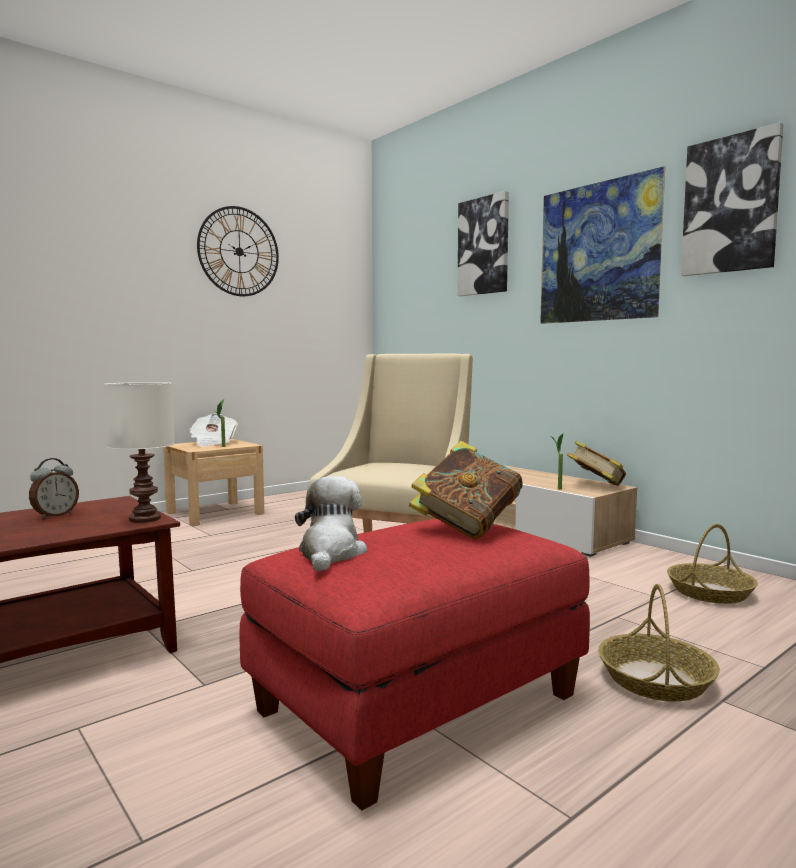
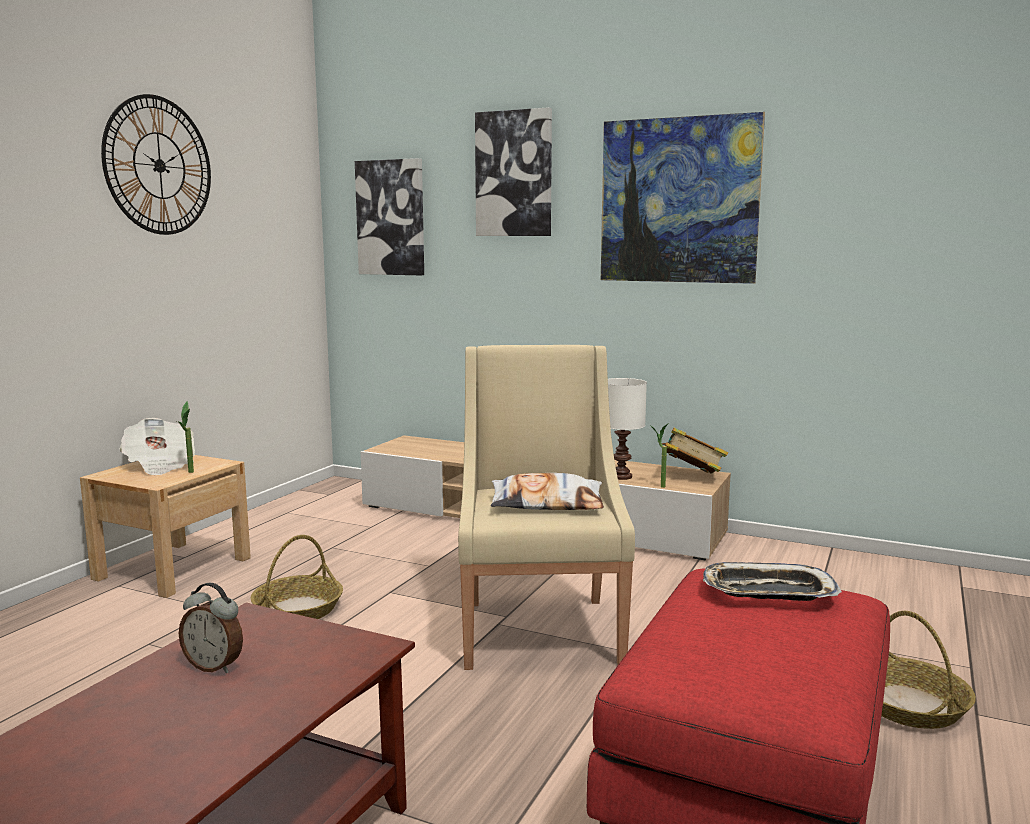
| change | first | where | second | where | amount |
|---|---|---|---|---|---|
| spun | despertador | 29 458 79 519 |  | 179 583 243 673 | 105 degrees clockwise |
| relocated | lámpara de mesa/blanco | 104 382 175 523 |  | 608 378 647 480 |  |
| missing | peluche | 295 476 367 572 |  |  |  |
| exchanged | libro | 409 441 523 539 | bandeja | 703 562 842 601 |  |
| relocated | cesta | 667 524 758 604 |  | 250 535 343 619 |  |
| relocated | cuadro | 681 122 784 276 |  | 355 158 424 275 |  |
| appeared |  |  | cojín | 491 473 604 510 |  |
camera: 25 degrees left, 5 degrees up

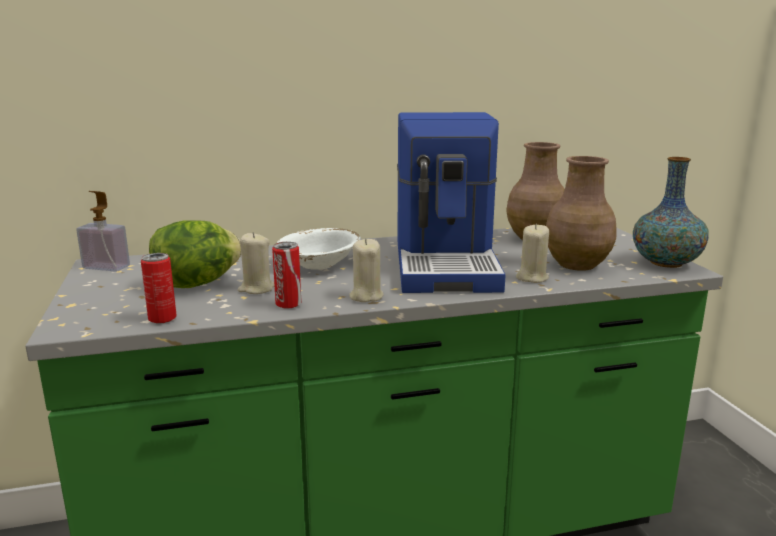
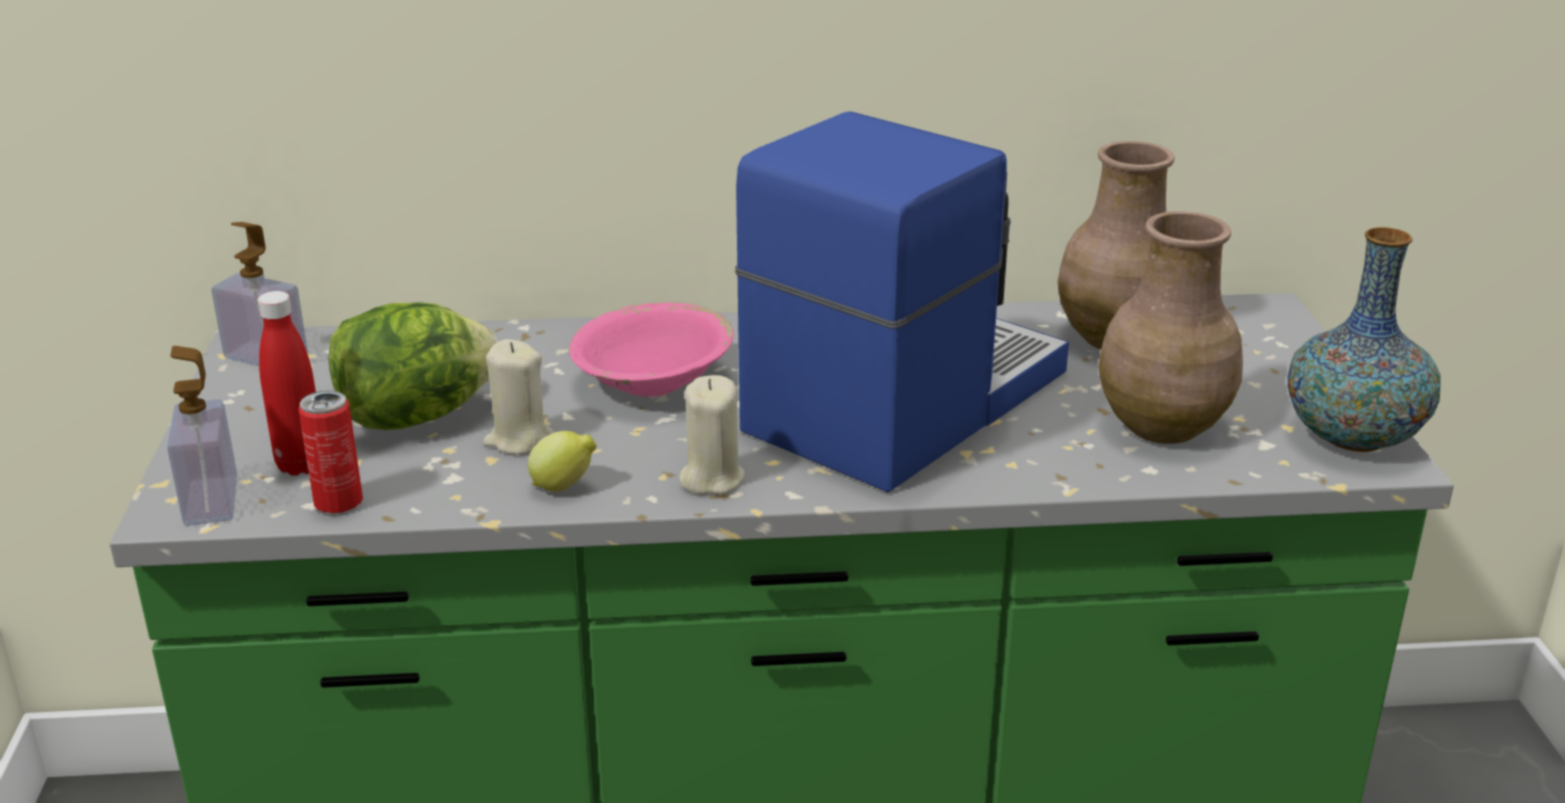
| change | first | where | second | where | amount |
|---|---|---|---|---|---|
| exchanged | lata | 272 242 301 308 | limón | 528 431 597 492 |  |
| colour | cuenco/blanco | 277 228 361 270 | cuenco/rosa | 569 302 734 397 |  |
| spun | cafetera | 397 112 505 293 |  | 735 111 1069 492 | 150 degrees counterclockwise |
| missing | vela/beis | 516 224 549 283 |  |  |  |
| appeared |  |  | dispensador de jabón | 167 346 237 526 |  |
| appeared |  |  | botella/rojo | 257 291 316 476 |  |
camera: 10 degrees right, 10 degrees up

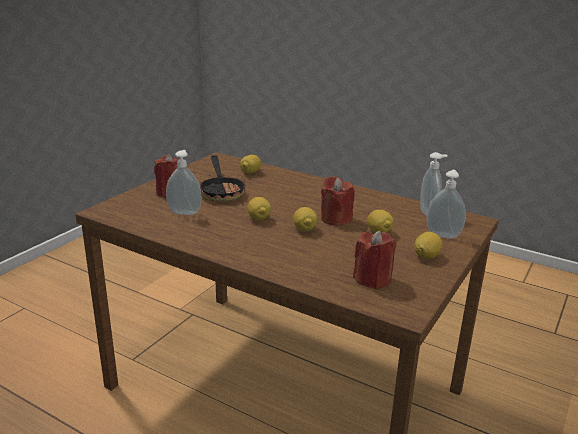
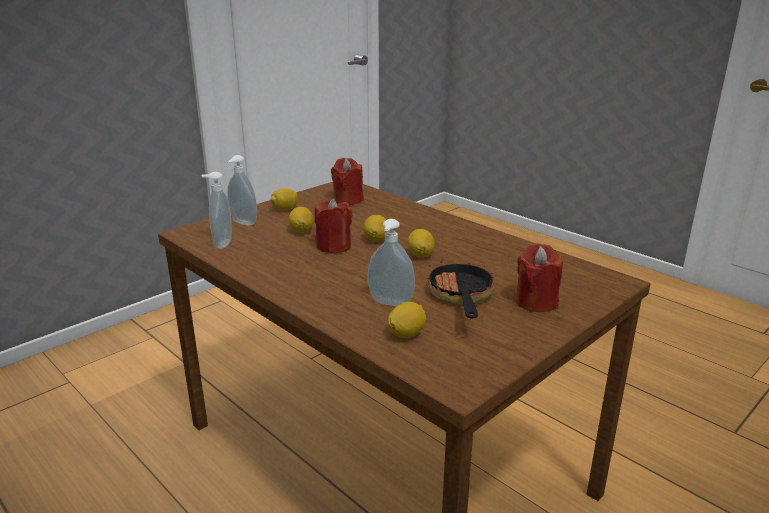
| change | first | where | second | where | amount |
|---|---|---|---|---|---|
| relocated | dispensador de jabón | 166 150 202 215 |  | 368 219 415 306 |  |
camera: 165 degrees left, 0 degrees up

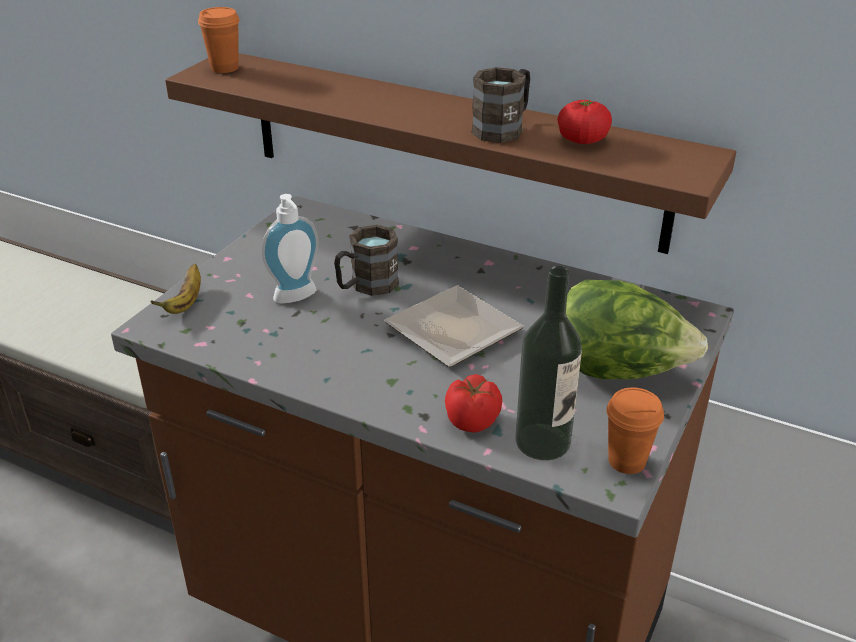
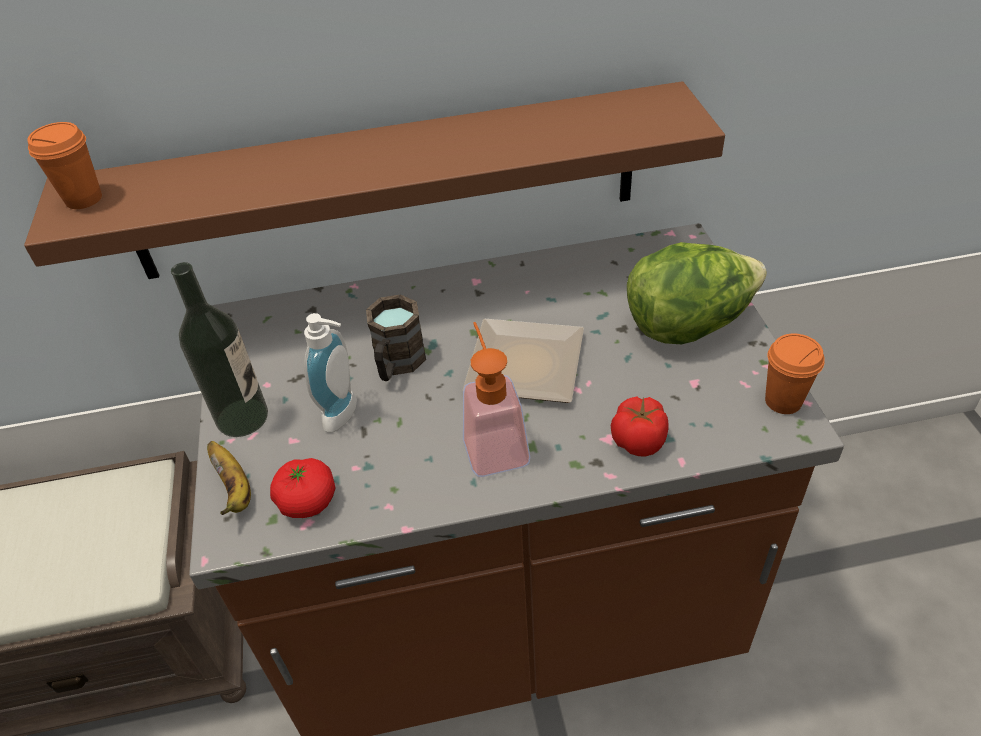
| change | first | where | second | where | amount |
|---|---|---|---|---|---|
| missing | taza grande/marrón | 471 67 530 143 |  |  |  |
| relocated | botella | 515 266 582 460 |  | 171 262 268 437 |  |
| relocated | tomate | 558 100 612 144 |  | 270 458 335 518 |  |
| appeared |  |  | dispensador de jabón | 463 322 530 477 |  |
camera: 35 degrees left, 10 degrees up

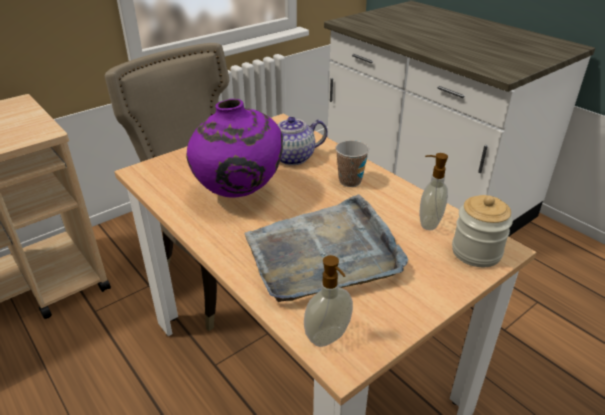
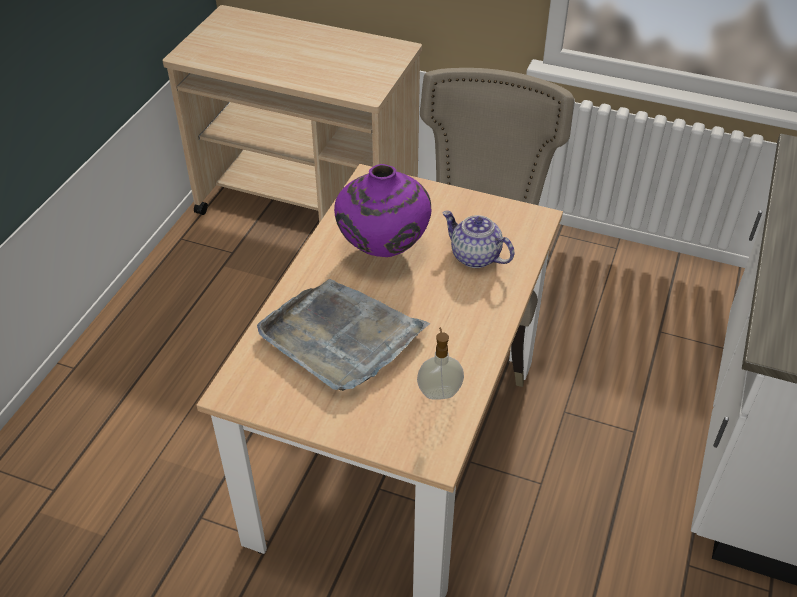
| change | first | where | second | where | amount |
|---|---|---|---|---|---|
| missing | dispensador de jabón | 304 255 353 347 |  |  |  |
| missing | taza | 335 140 369 187 |  |  |  |
| missing | tarro | 452 195 513 267 |  |  |  |
camera: 60 degrees right, 10 degrees up

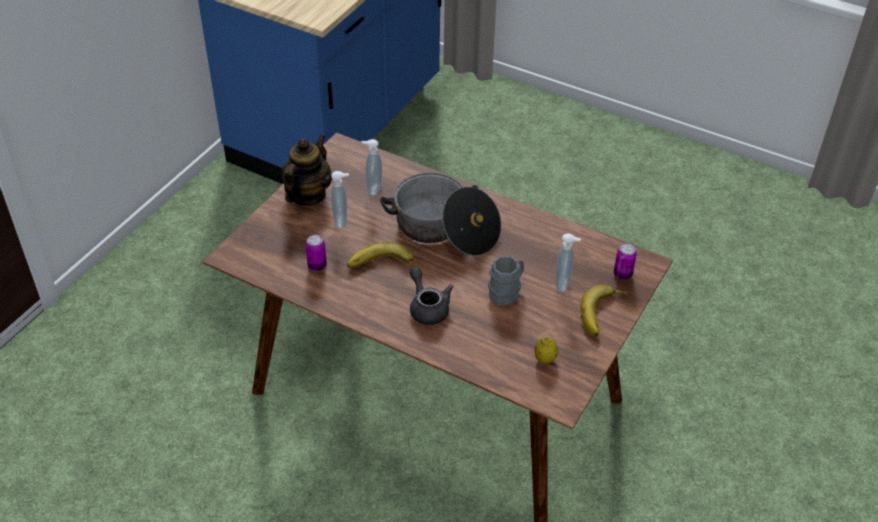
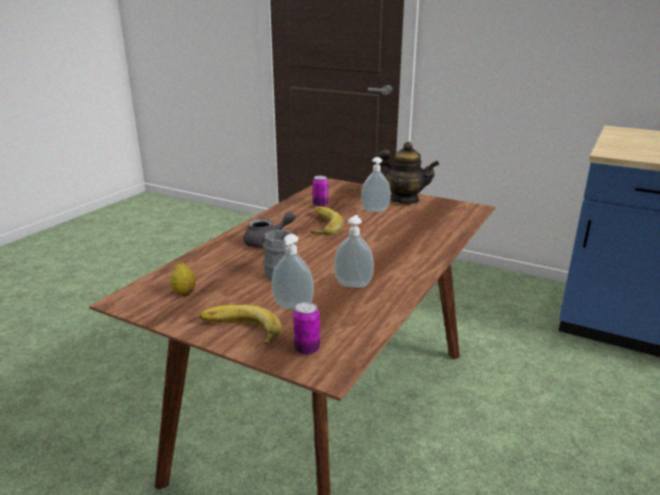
| change | first | where | second | where | amount |
|---|---|---|---|---|---|
| relocated | dispensador de jabón | 362 139 382 196 |  | 334 215 374 288 |  |
| missing | olla | 380 173 501 256 |  |  |  |
camera: 90 degrees right, 20 degrees down

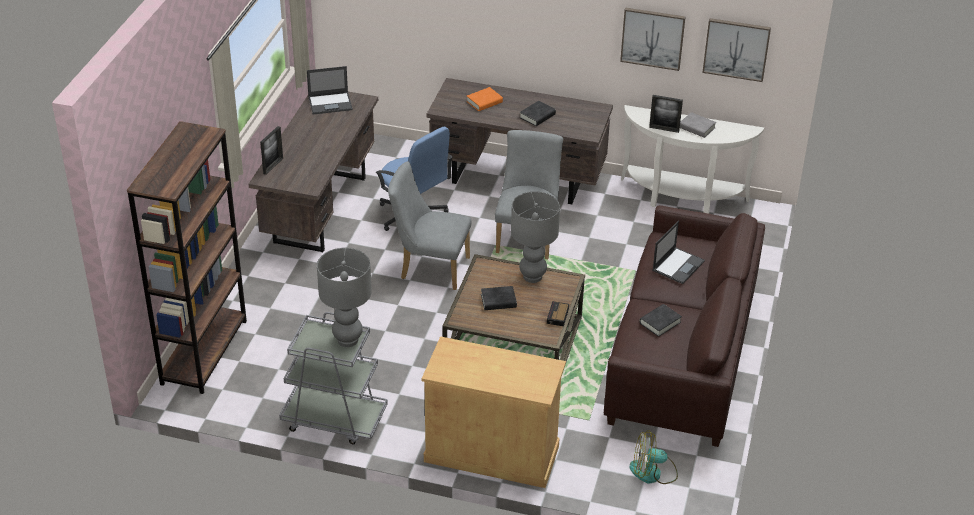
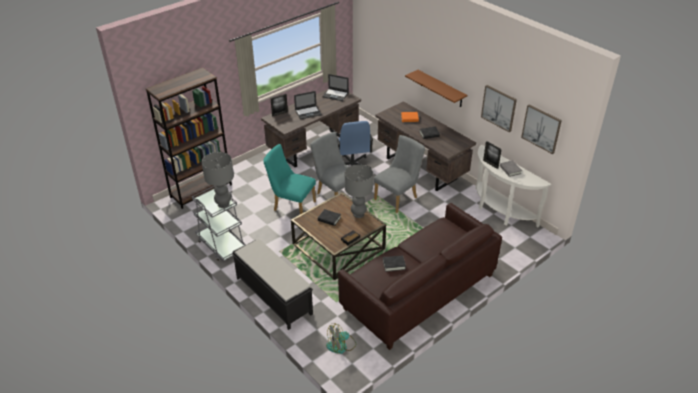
| change | first | where | second | where | amount |
|---|---|---|---|---|---|
| exchanged | armario/beis | 422 336 566 488 | banco/negro | 232 239 313 330 |  |
| spun | ventilador | 629 430 678 484 |  | 326 323 356 354 | 60 degrees counterclockwise |
| relocated | portátil | 652 221 705 284 |  | 294 91 322 120 |  |
| appeared |  |  | silla/turquesa | 263 144 316 214 |  |
| appeared |  |  | estante/marrón | 405 70 468 107 |  |
camera: 35 degrees right, 0 degrees up

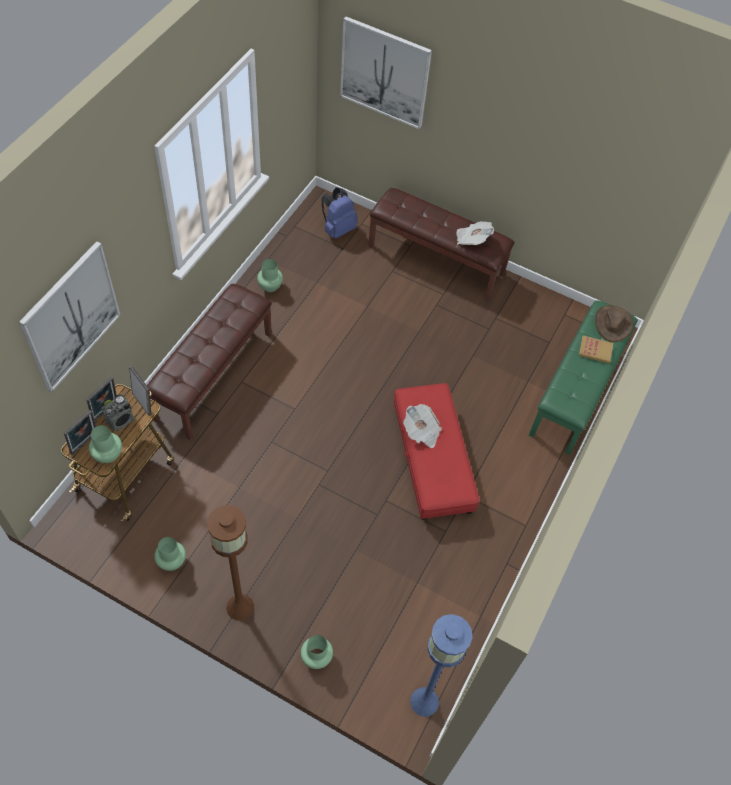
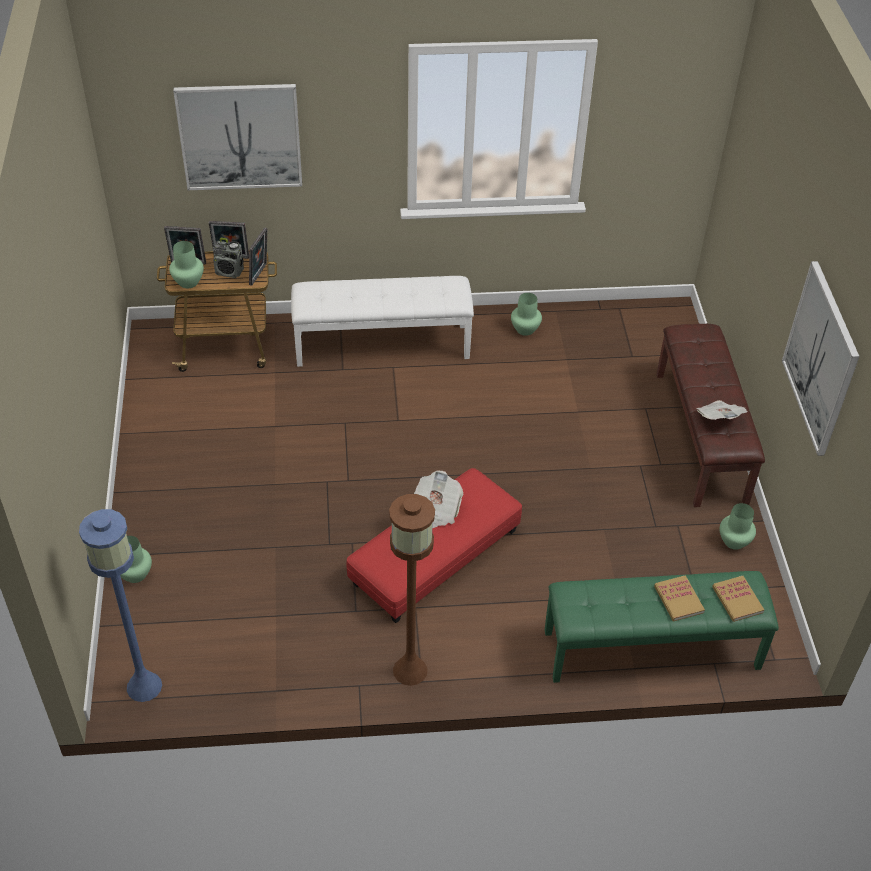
| change | first | where | second | where | amount |
|---|---|---|---|---|---|
| colour | banco/marrón | 147 284 272 440 | banco/blanco | 291 276 474 367 |  |
| relocated | florero/verde | 154 537 186 571 |  | 720 503 756 550 |  |
| relocated | lámpara de pie/marrón | 207 505 254 621 |  | 389 494 435 686 |  |
| missing | mochila/azul | 321 188 358 239 |  |  |  |
| relocated | cuadro | 340 16 432 130 |  | 782 261 859 456 |  |
| exchanged | sombrero/marrón | 595 305 633 342 | libro | 712 576 764 622 |  |
camera: 60 degrees right, 10 degrees down

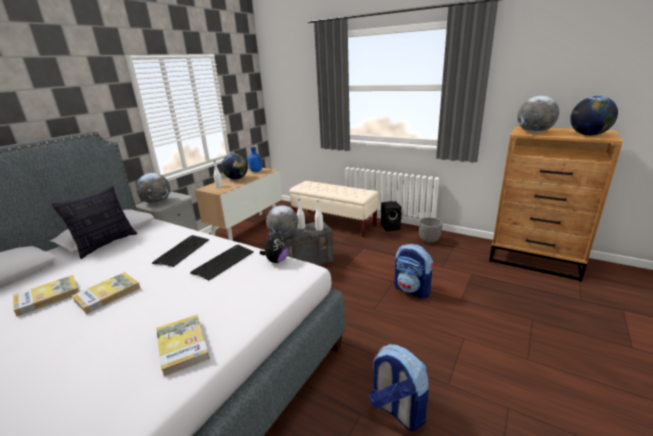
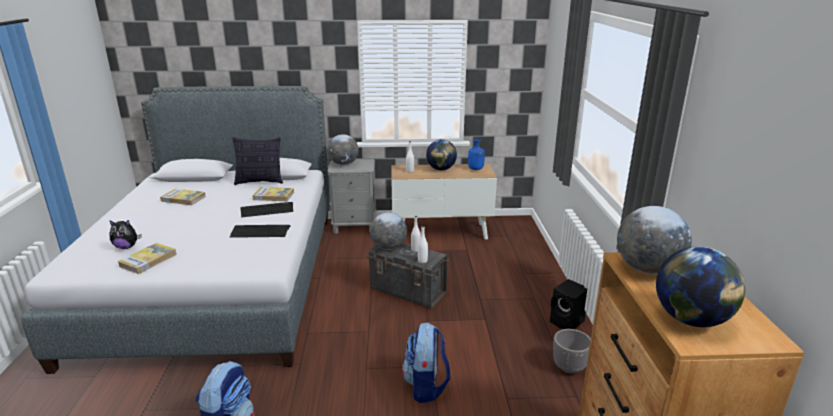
| change | first | where | second | where | amount |
|---|---|---|---|---|---|
| relocated | libro | 71 272 140 314 |  | 252 187 294 201 |  |
| relocated | peluche | 260 229 288 263 |  | 109 220 142 249 |  |
| missing | banco/beis | 290 181 379 237 |  |  |  |
camera: 55 degrees right, 0 degrees up

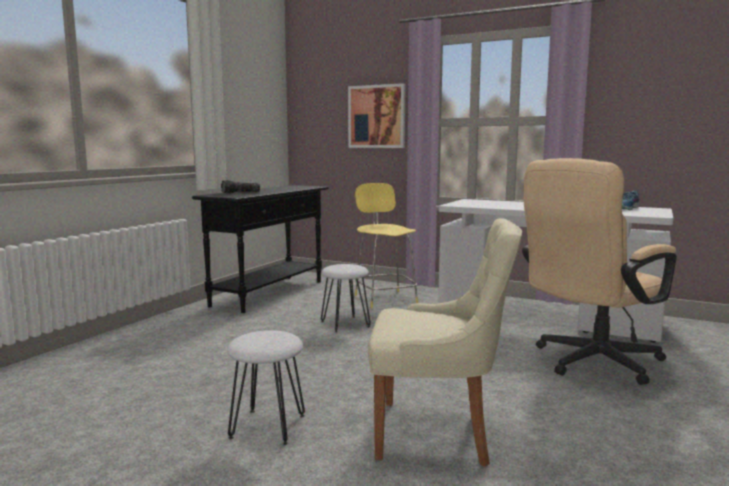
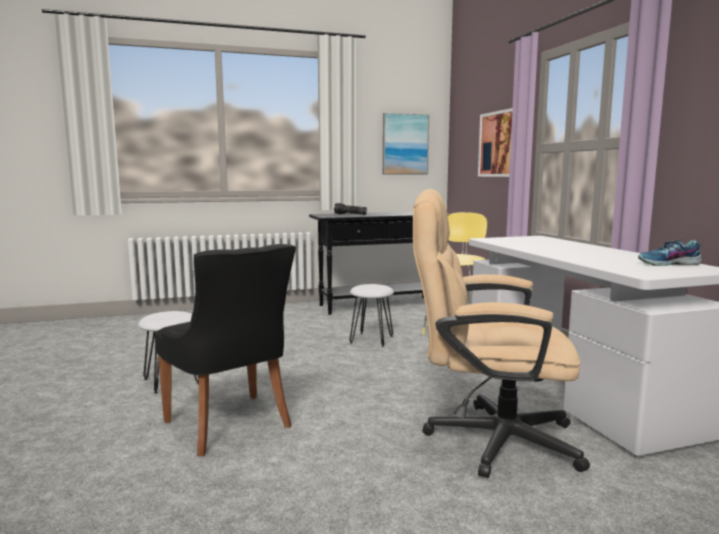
| change | first | where | second | where | amount |
|---|---|---|---|---|---|
| colour | silla/beis | 368 218 522 467 | silla/negro | 155 244 296 456 |  |
| appeared |  |  | cuadro | 383 113 429 175 |  |
camera: 45 degrees right, 0 degrees up

